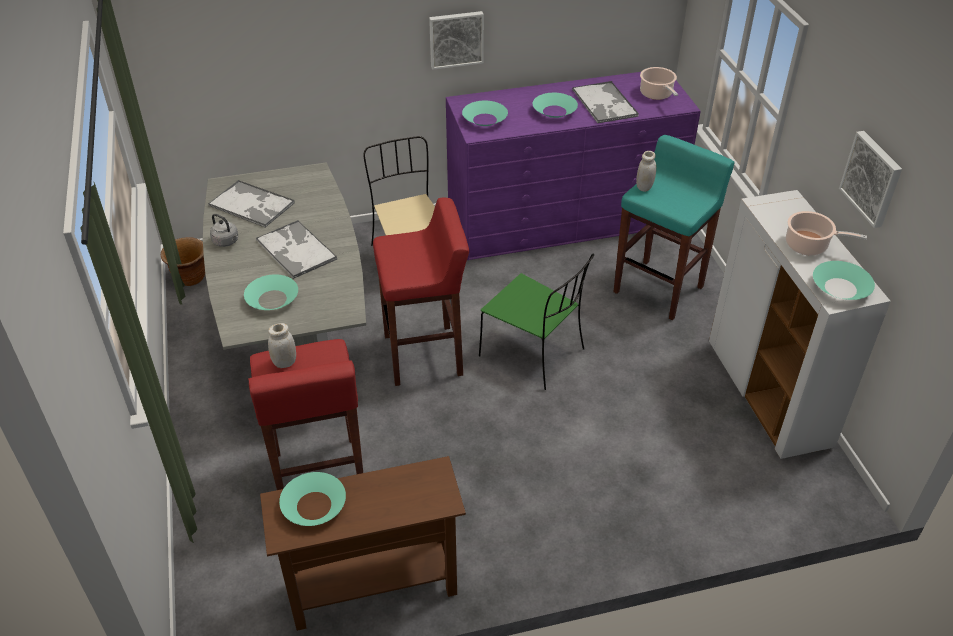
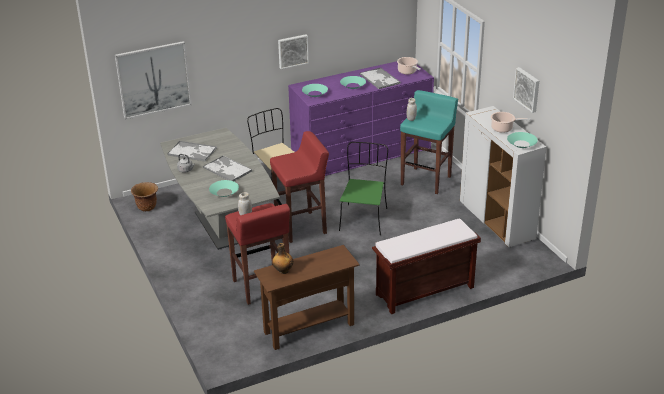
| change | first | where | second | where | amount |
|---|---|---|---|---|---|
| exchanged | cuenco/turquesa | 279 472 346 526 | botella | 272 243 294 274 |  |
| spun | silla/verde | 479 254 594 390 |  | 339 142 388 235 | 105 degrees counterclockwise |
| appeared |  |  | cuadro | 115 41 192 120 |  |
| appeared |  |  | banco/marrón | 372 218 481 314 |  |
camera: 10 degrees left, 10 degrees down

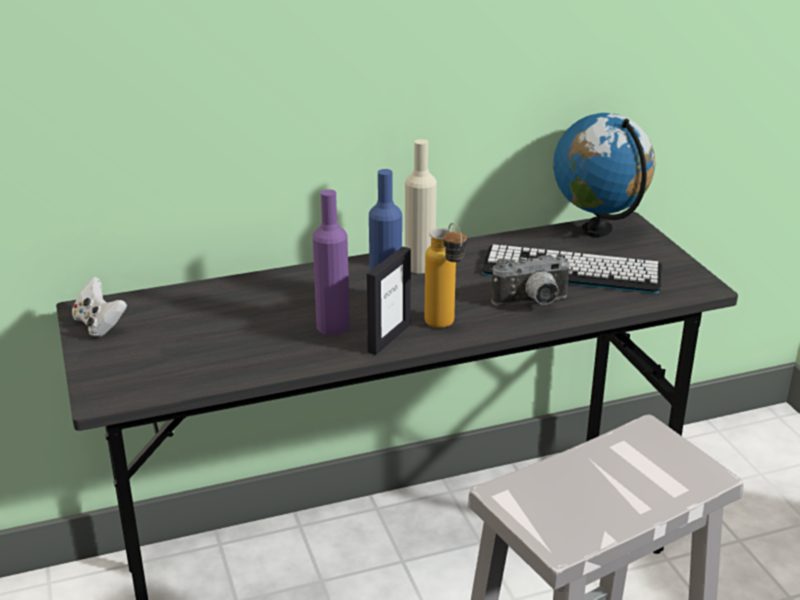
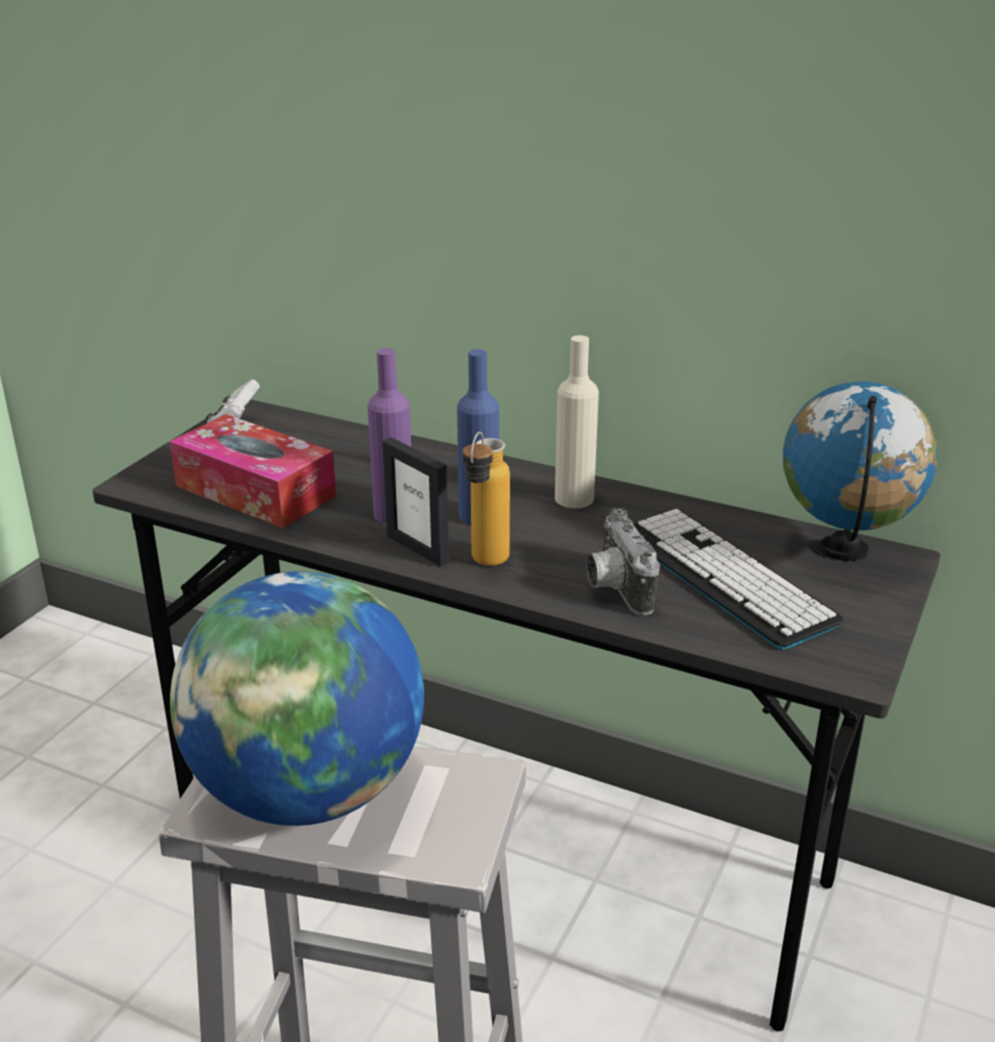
| change | first | where | second | where | amount |
|---|---|---|---|---|---|
| spun | portarretratos | 367 246 411 355 |  | 382 437 449 566 | 60 degrees clockwise |
| spun | cámara | 491 254 572 306 |  | 587 508 660 615 | 45 degrees clockwise |
| appeared |  |  | caja de pañuelos | 170 414 336 528 |  |
| appeared |  |  | globo terráqueo | 170 571 424 826 |  |
camera: 45 degrees right, 0 degrees up

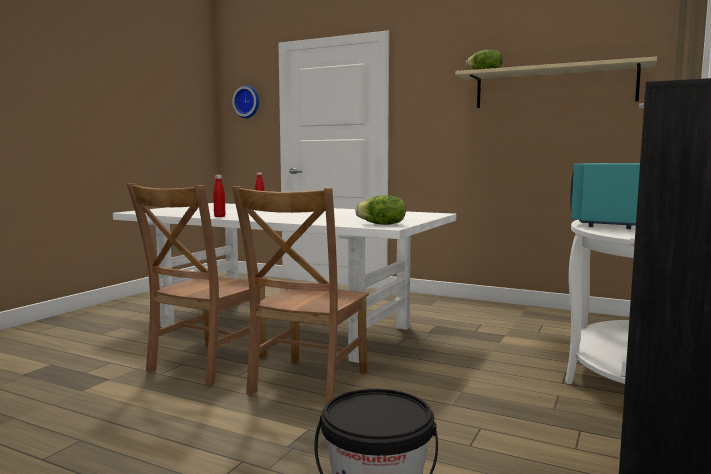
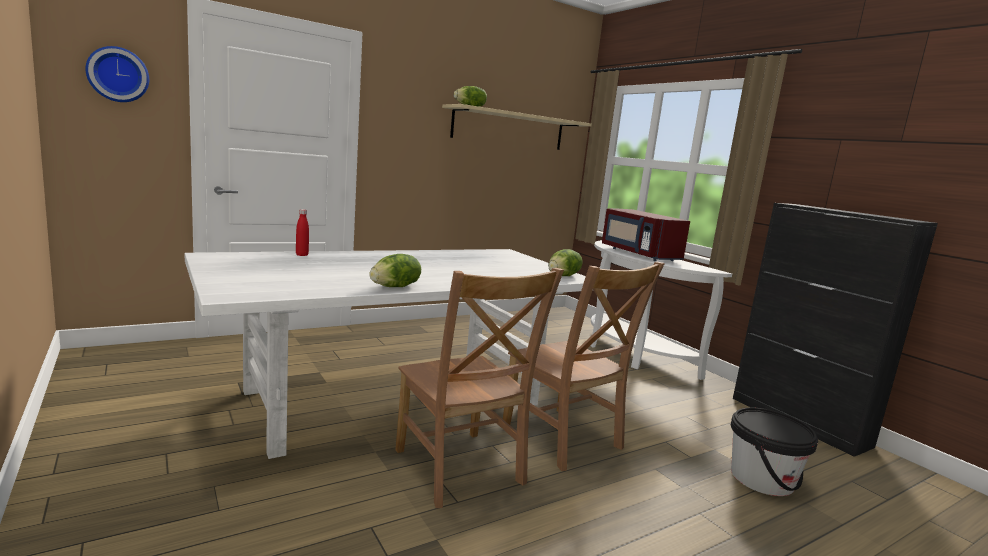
| change | first | where | second | where | amount |
|---|---|---|---|---|---|
| exchanged | botella/rojo | 213 175 225 217 | lechuga | 369 254 421 287 |  |
| colour | microondas/turquesa | 570 163 640 229 | microondas/rojo | 602 208 690 261 |  |
camera: 60 degrees left, 5 degrees up

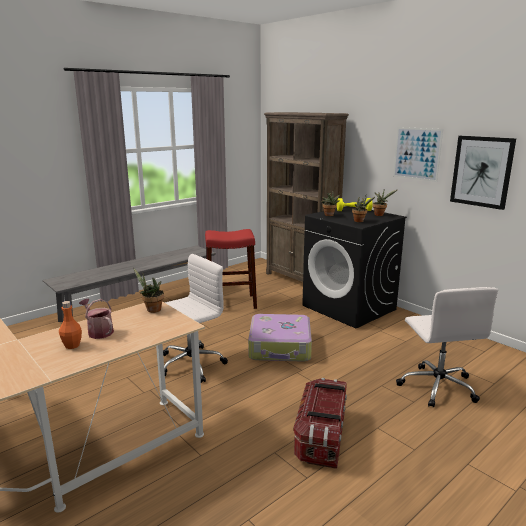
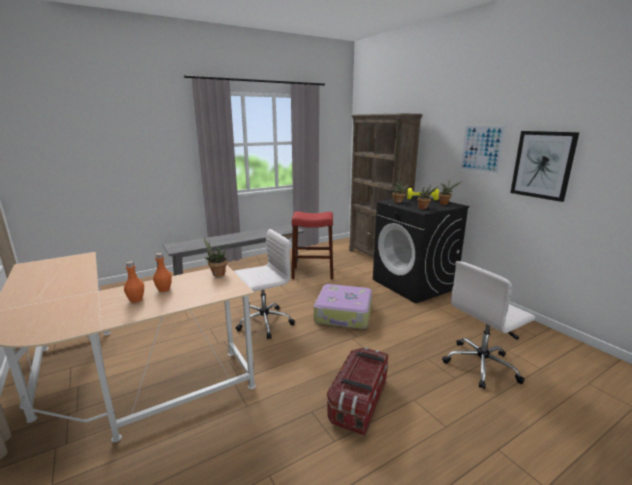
| change | first | where | second | where | amount |
|---|---|---|---|---|---|
| exchanged | regadera | 79 298 114 339 | botella/naranja | 153 253 172 292 |  |
| spun | silla de oficina/blanco | 396 287 498 408 |  | 442 261 535 389 | 60 degrees clockwise |
camera: 10 degrees right, 0 degrees up

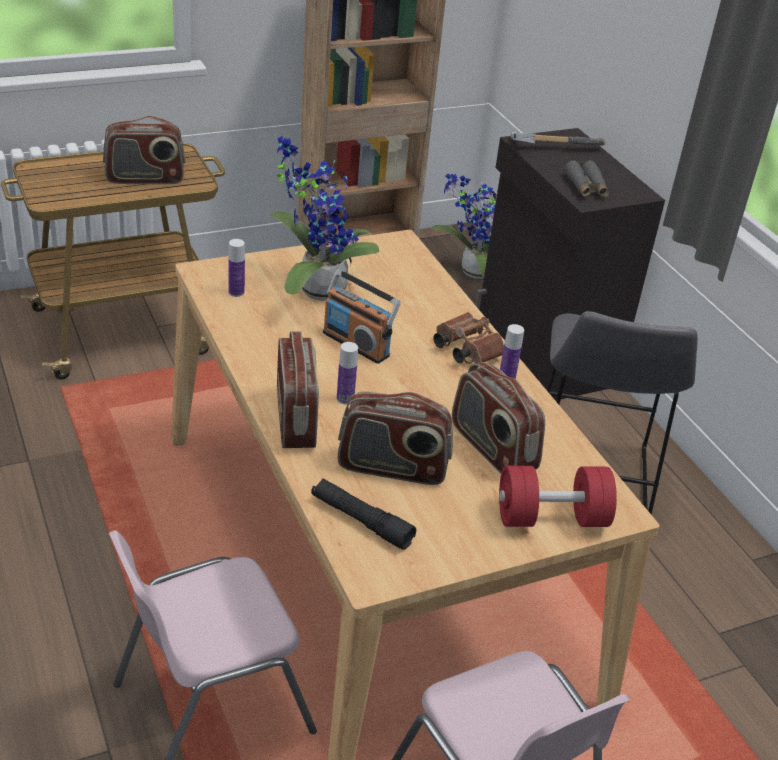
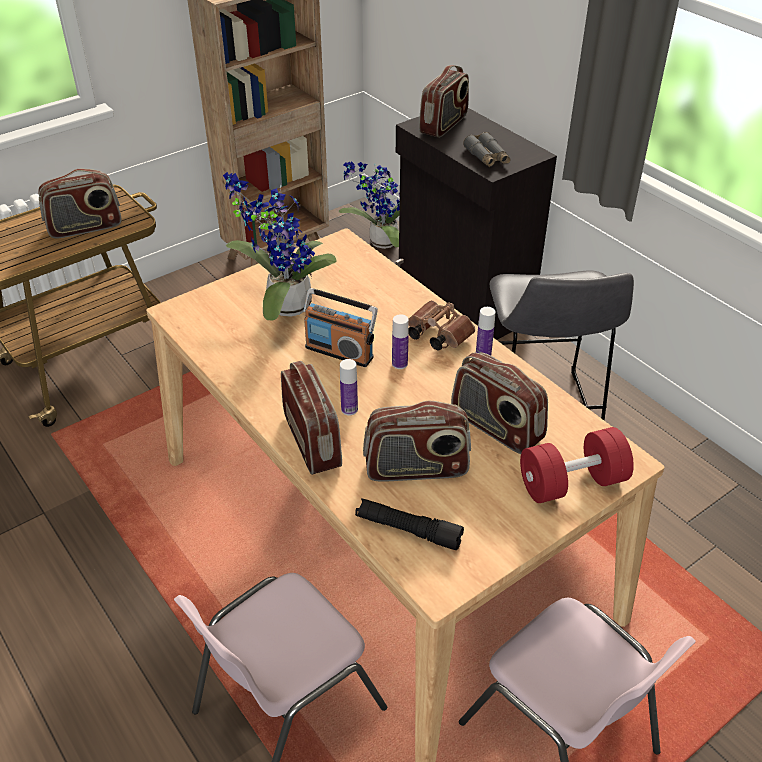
| change | first | where | second | where | amount |
|---|---|---|---|---|---|
| relocated | botella | 228 239 245 297 |  | 392 314 409 369 |  |
| exchanged | martillo | 510 131 606 146 | radio | 419 65 469 138 |  |
camera: 10 degrees left, 5 degrees up

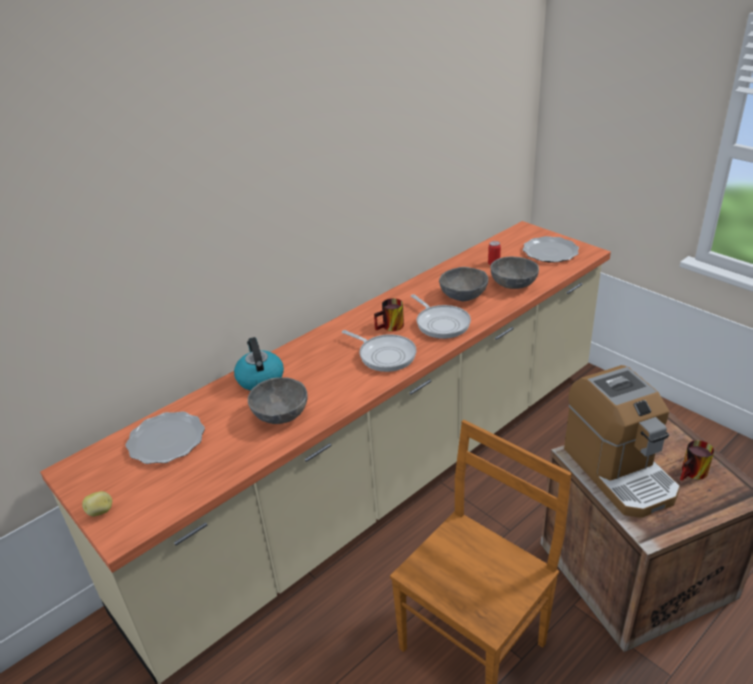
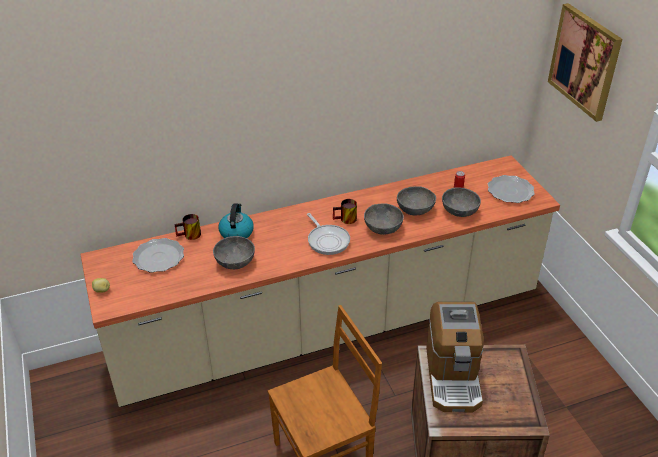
| change | first | where | second | where | amount |
|---|---|---|---|---|---|
| exchanged | sartén | 411 294 471 339 | cuenco/gris | 364 203 404 235 |  |
| relocated | taza grande | 680 440 714 481 |  | 174 214 201 240 |  |
| appeared |  |  | cuadro | 548 3 622 122 |  |
camera: 20 degrees right, 5 degrees up

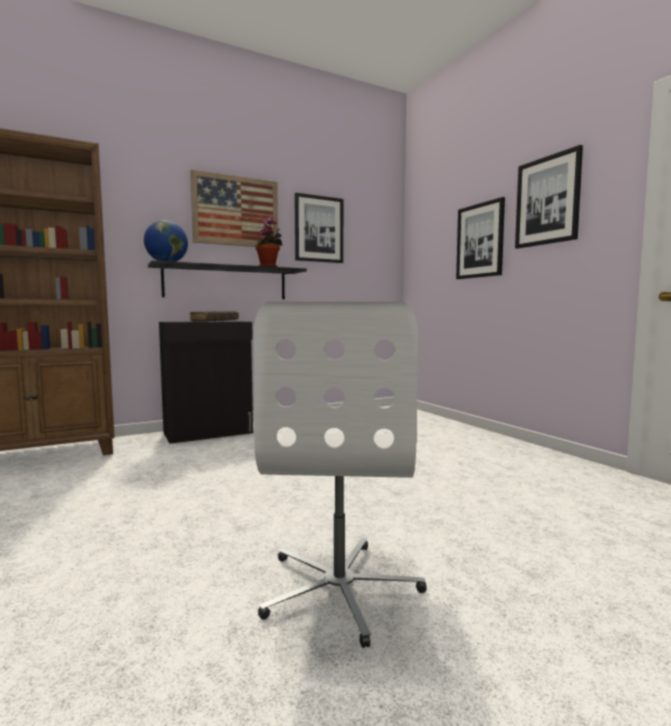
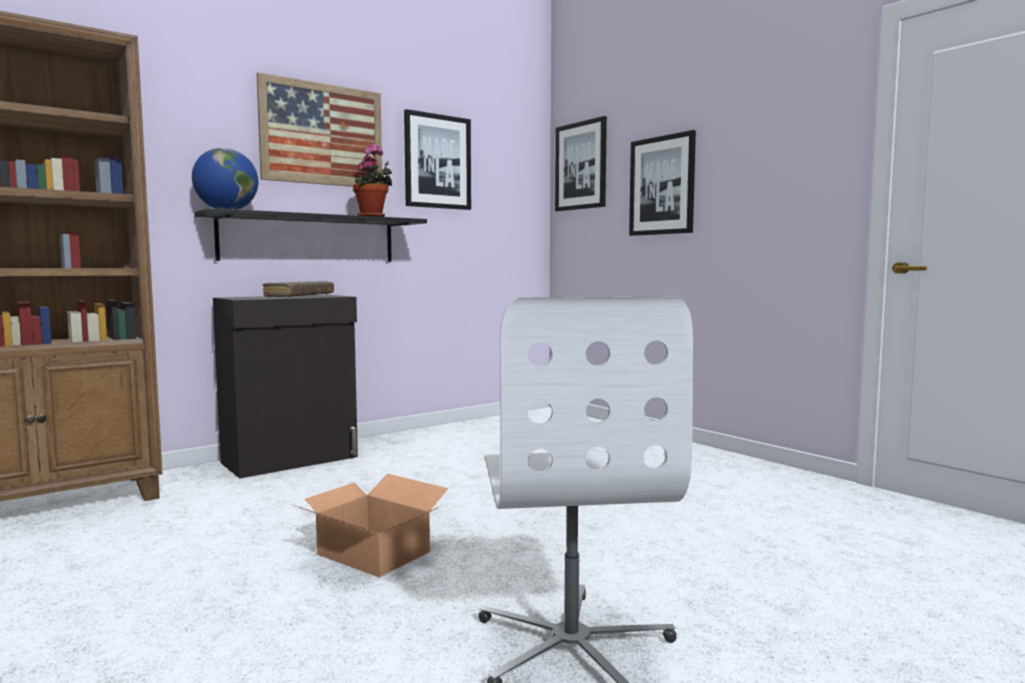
| change | first | where | second | where | amount |
|---|---|---|---|---|---|
| relocated | cuadro | 515 145 583 249 |  | 555 116 607 211 |  |
| appeared |  |  | caja de cartón | 293 473 448 577 |  |
camera: 10 degrees left, 0 degrees up

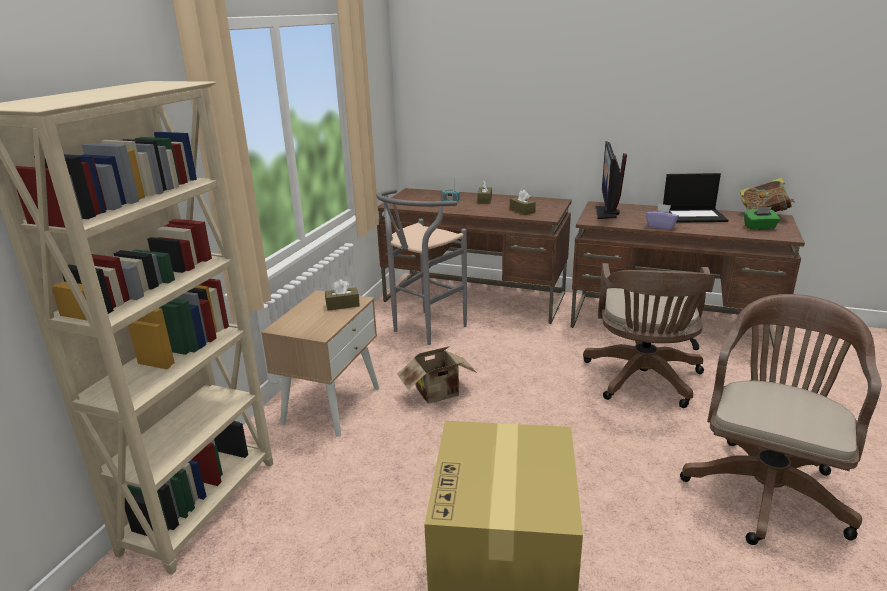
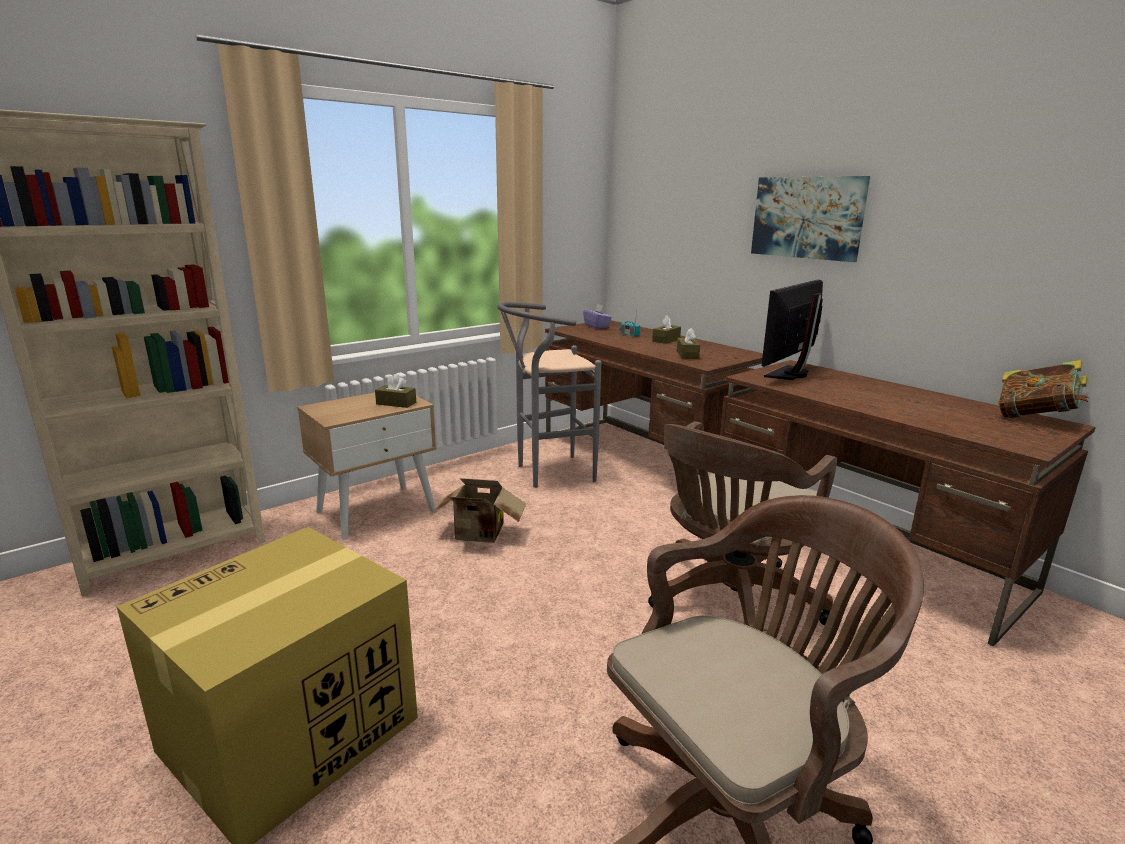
| change | first | where | second | where | amount |
|---|---|---|---|---|---|
| relocated | caja de pañuelos/morado | 646 204 679 230 |  | 583 304 612 329 |  |
| missing | portátil | 663 173 728 223 |  |  |  |
| missing | caja de pañuelos/verde | 744 207 780 230 |  |  |  |
| appeared |  |  | cuadro | 751 176 870 262 |  |
camera: 30 degrees right, 5 degrees down

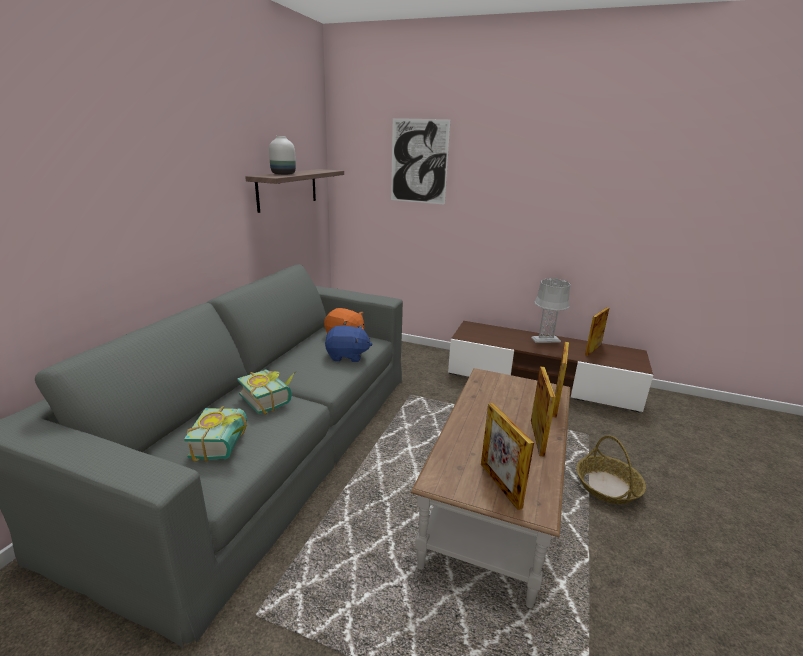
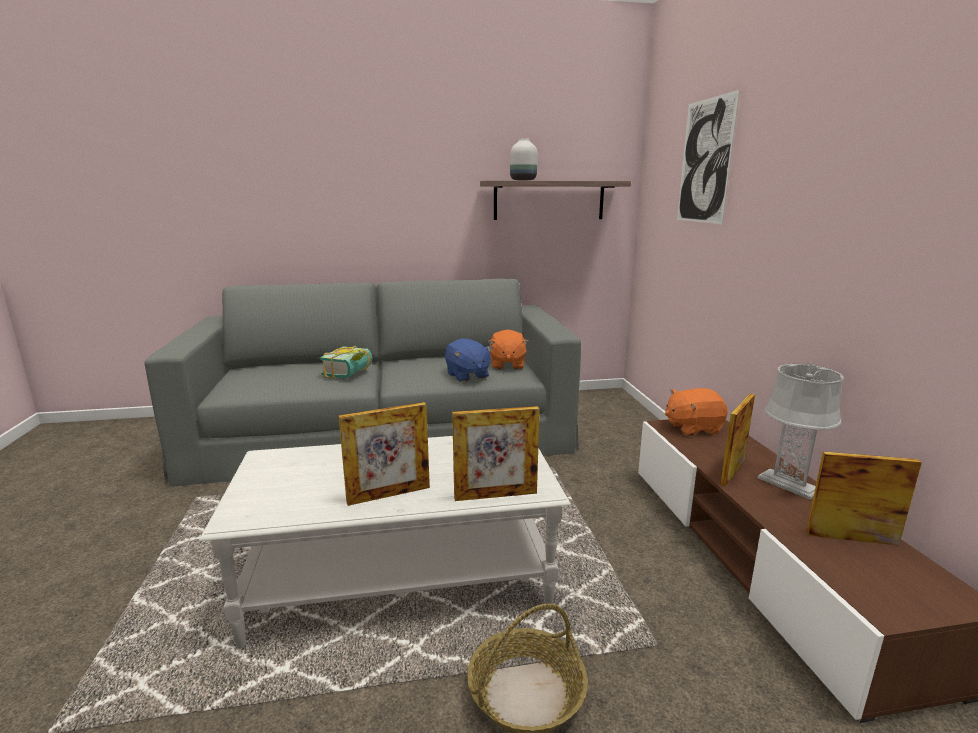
| change | first | where | second | where | amount |
|---|---|---|---|---|---|
| missing | libro | 184 406 248 462 |  |  |  |
| colour | mesa de centro/marrón | 411 368 570 608 | mesa de centro/blanco | 199 436 571 649 |  |
| relocated | portarretratos | 481 403 534 510 |  | 720 394 755 486 |  |
| appeared |  |  | peluche/naranja | 665 388 728 436 |  |
camera: 60 degrees right, 5 degrees down

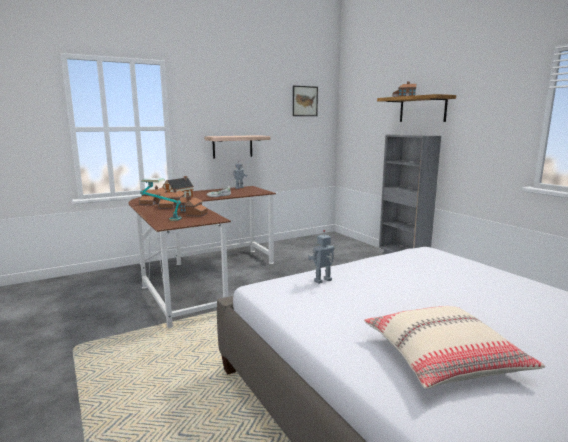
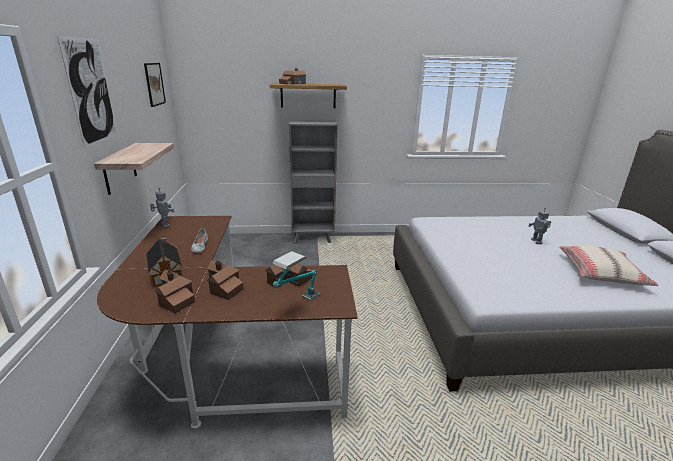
| change | first | where | second | where | amount |
|---|---|---|---|---|---|
| relocated | robot de juguete | 308 230 334 284 |  | 529 208 551 244 |  |
| appeared |  |  | cuadro | 57 36 117 148 |  |
camera: 65 degrees left, 10 degrees up

